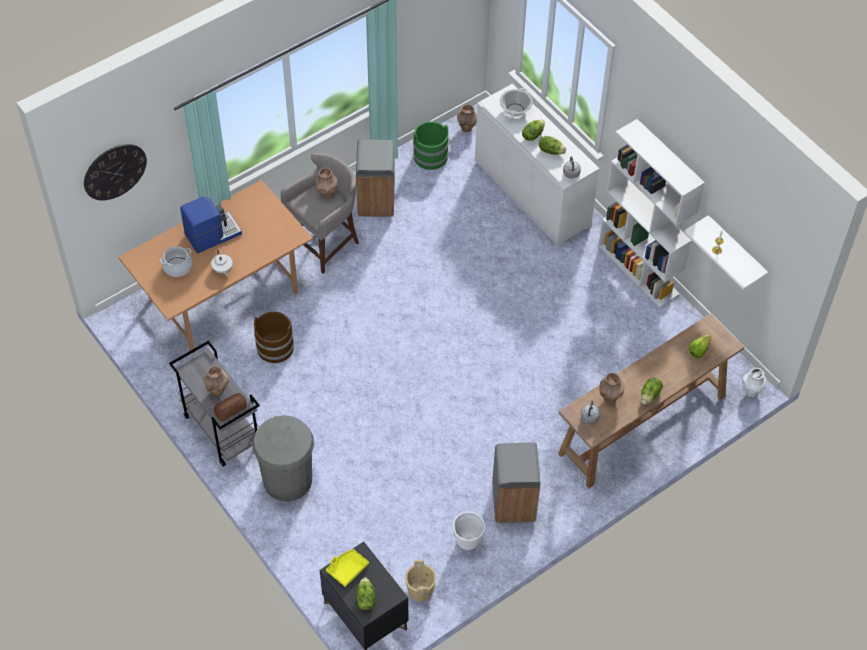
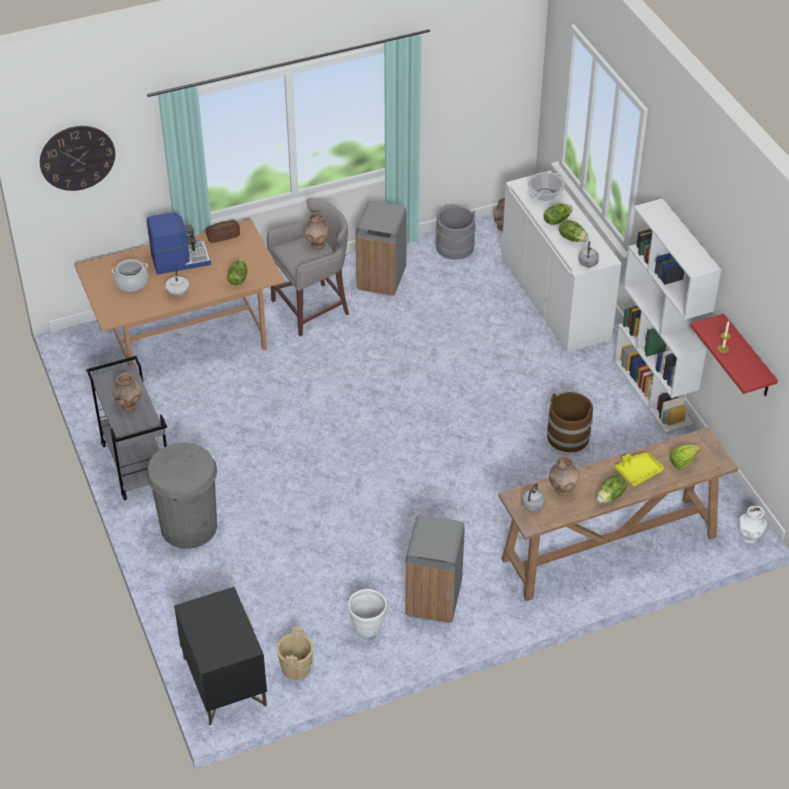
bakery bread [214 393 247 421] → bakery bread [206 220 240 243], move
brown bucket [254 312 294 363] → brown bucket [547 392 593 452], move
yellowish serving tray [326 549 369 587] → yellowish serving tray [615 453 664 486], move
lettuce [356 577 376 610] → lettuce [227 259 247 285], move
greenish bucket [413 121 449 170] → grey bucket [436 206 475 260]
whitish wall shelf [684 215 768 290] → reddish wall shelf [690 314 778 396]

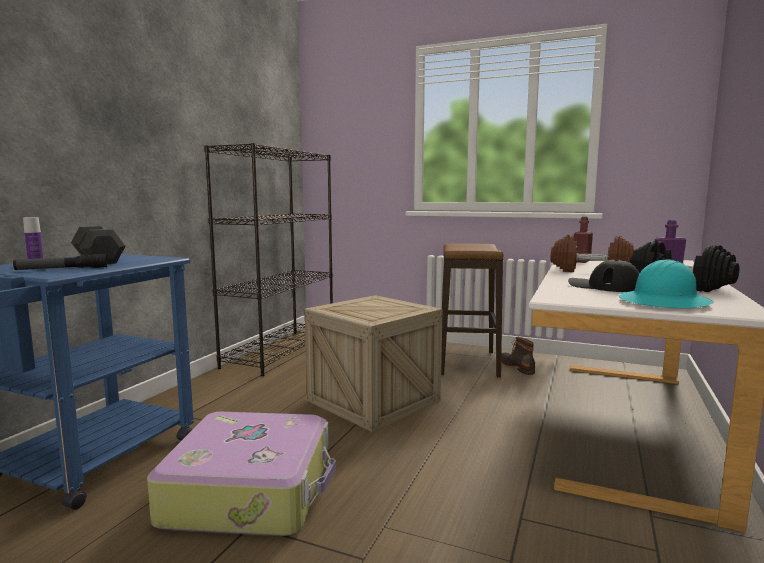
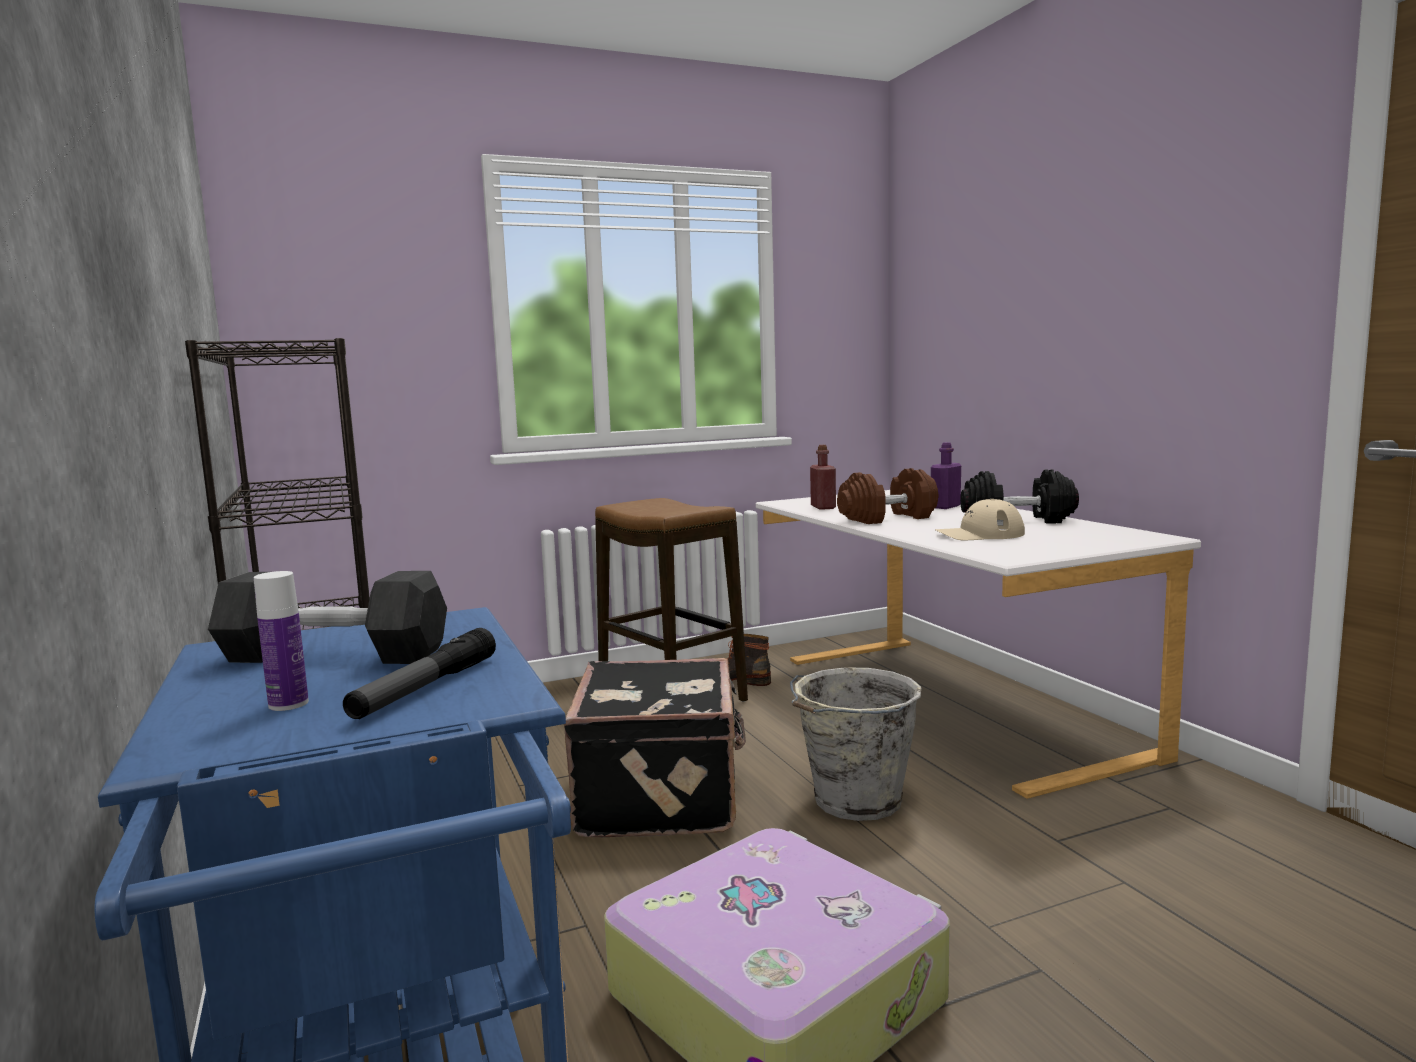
shipping crate [305 295 443 432] → blackish travel case [564 658 746 837]
blackish peaked cap [568 259 640 292] → beige-coloured peaked cap [935 499 1025 540]
turquoise safety helmet [619 259 713 308] → -
- → grey bucket [790 667 921 821]

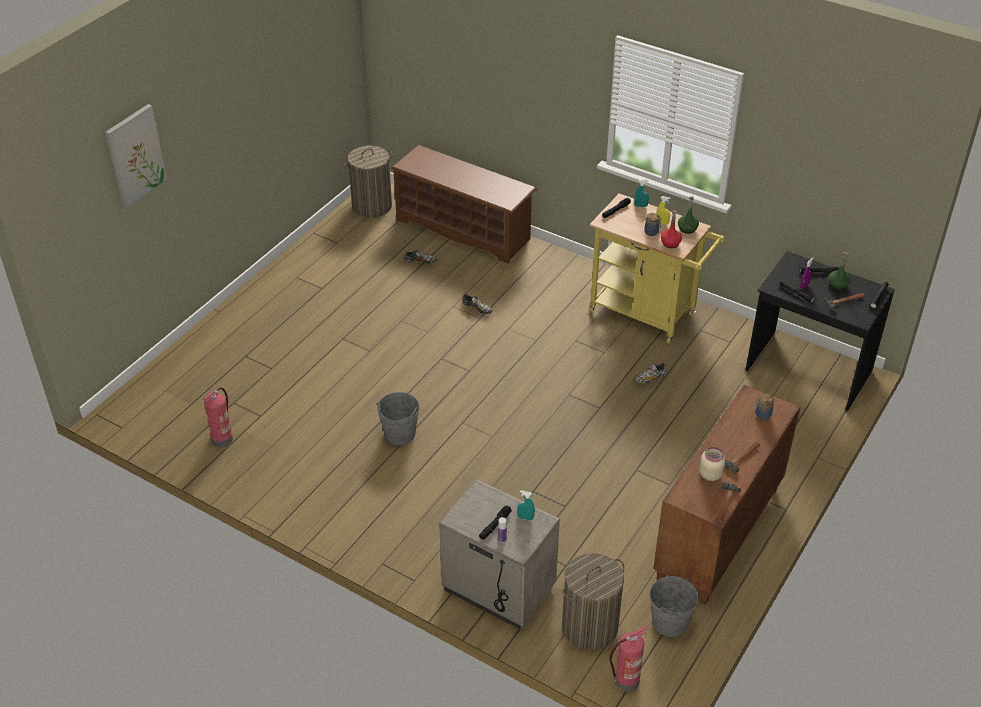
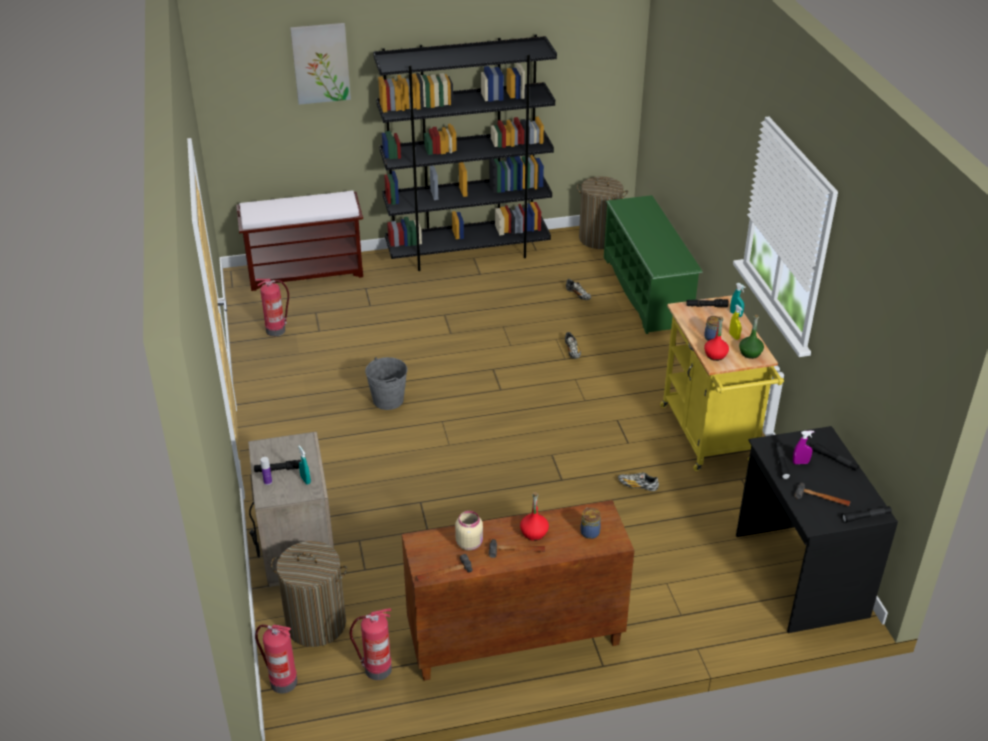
brown shoe shelf [391 145 537 264] → greenish shoe shelf [604 195 703 334]
grey bucket [650 576 699 637] → fire-fighting cylinder [350 608 392 680]
greenish drink bottle [828 252 850 290] → -
- → brown indoor bench [236 190 363 291]
- → blackish bookcase [373 35 557 271]
- → reddish drink bottle [520 492 549 541]

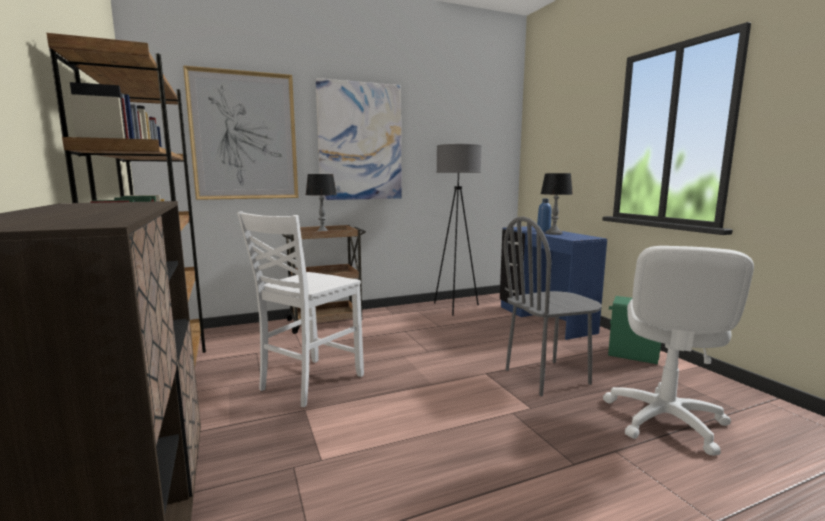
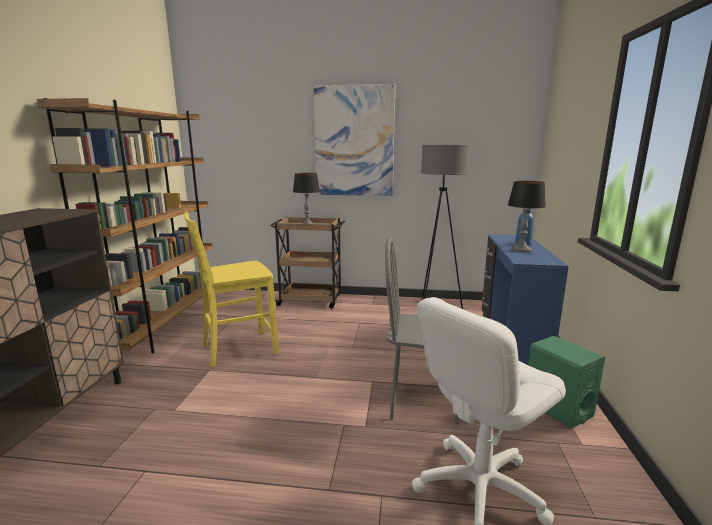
picture [183 65 298 200] → -
whitish upright chair [237 211 364 407] → yellowish upright chair [183 211 279 368]

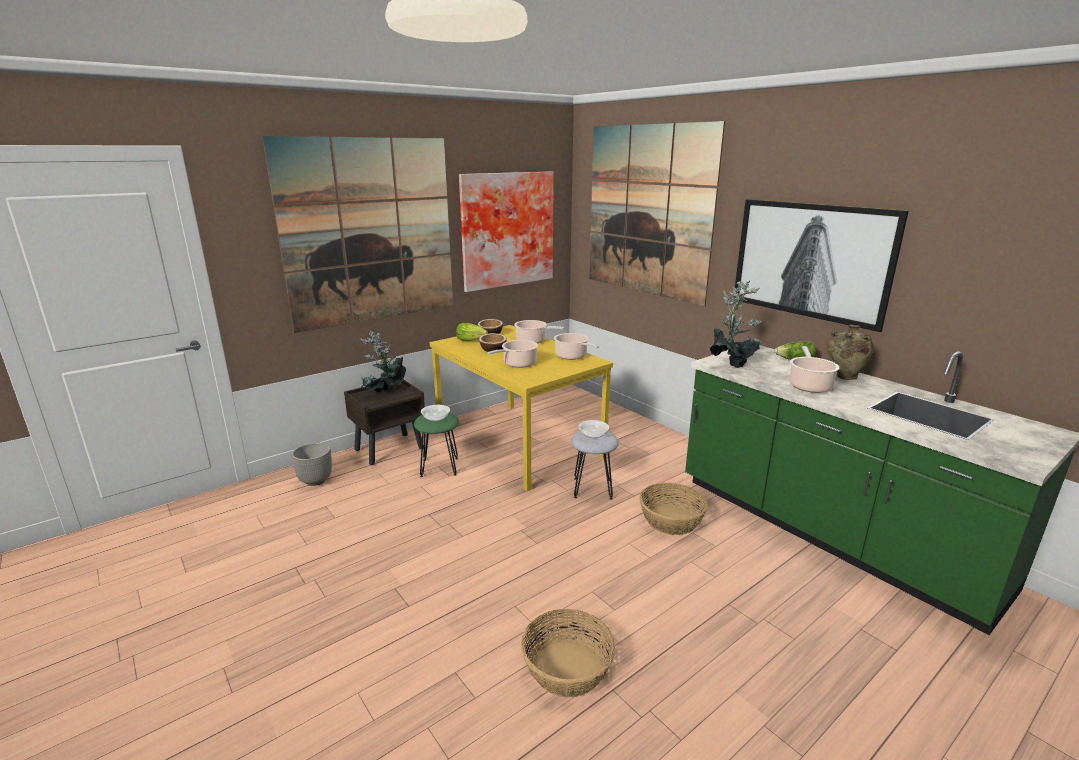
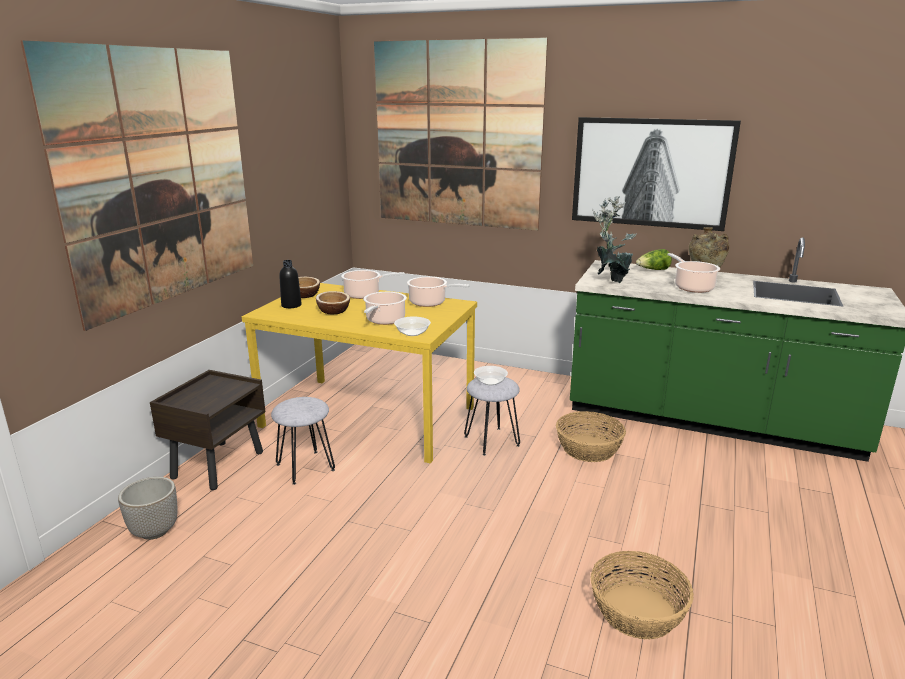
potted plant [360 331 406 392] → -
greenish sitting stool [414 413 459 477] → grey sitting stool [271 397 335 485]
bowl [421 405 450 421] → bowl [394 317 431 336], move
lettuce [456 323 488 341] → blackish drink bottle [279 260 302 308]
picture [459 171 554 292] → -

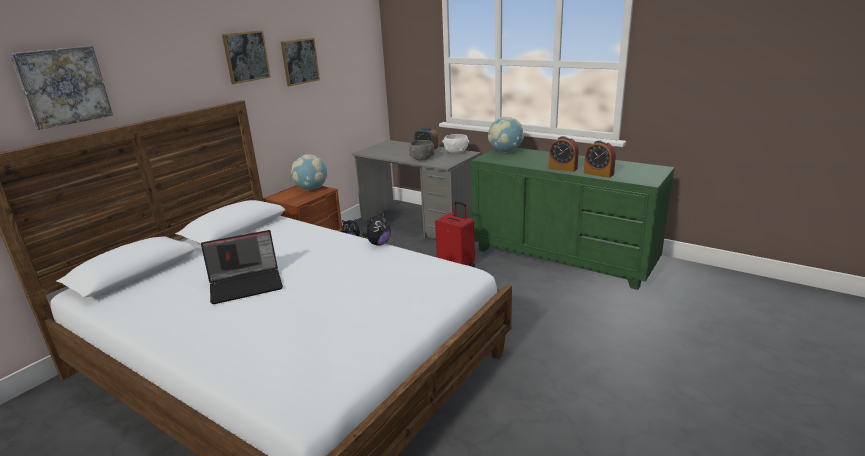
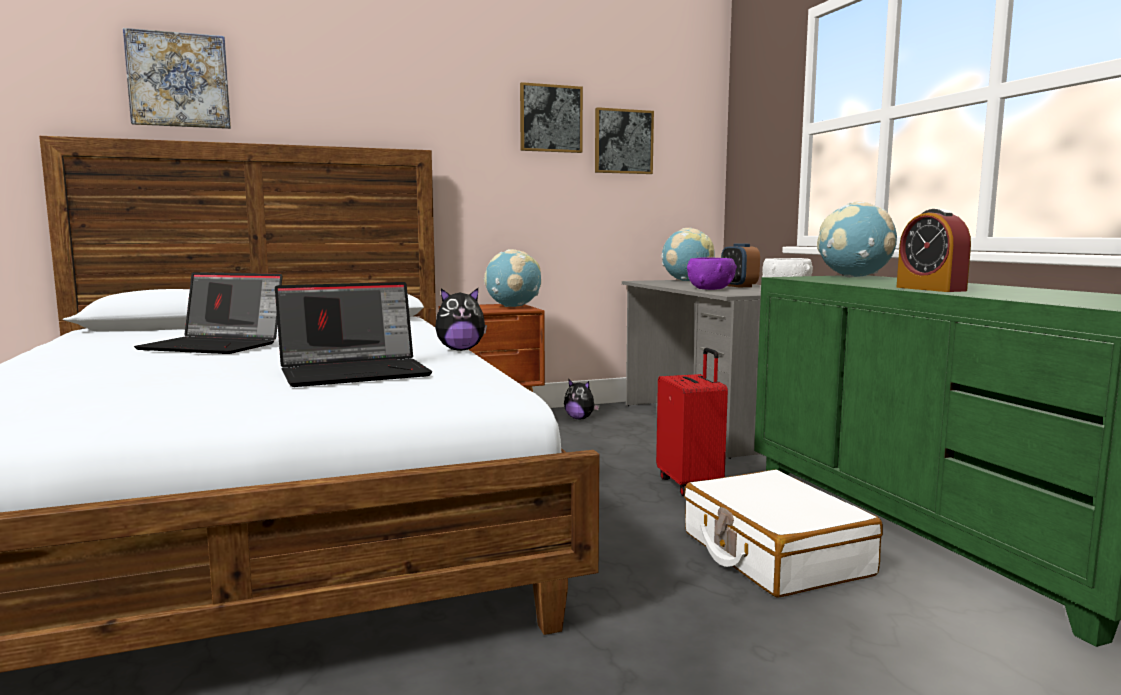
picture [222 30 271 84] → picture [595 107 654 174], move
grey bowl [409 140 434 160] → purple-coloured bowl [687 257 737 290]
table clock [584 140 616 178] → -
- → portable computer [275 282 433 387]
- → world globe [661 228 715 281]
- → whitish travel case [684 470 883 598]

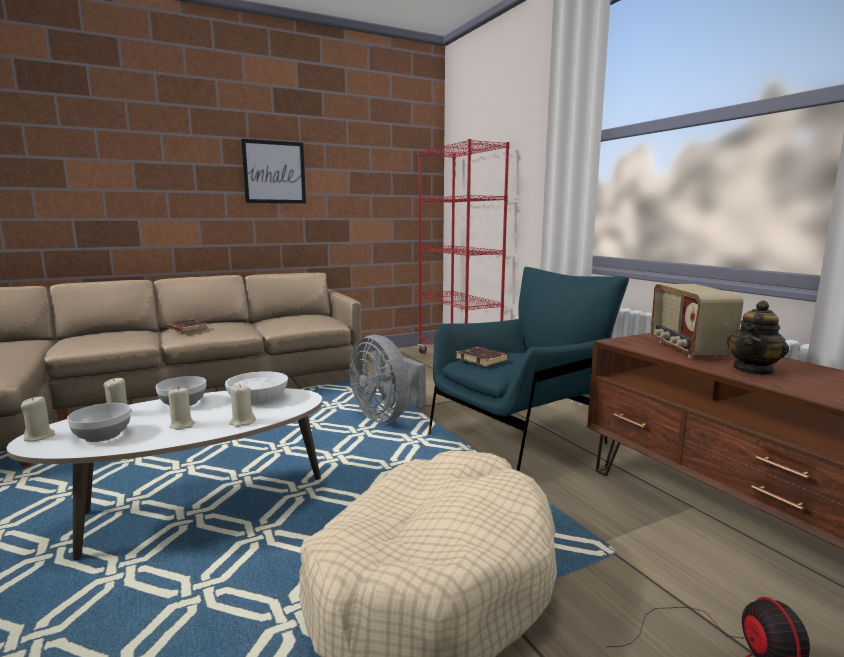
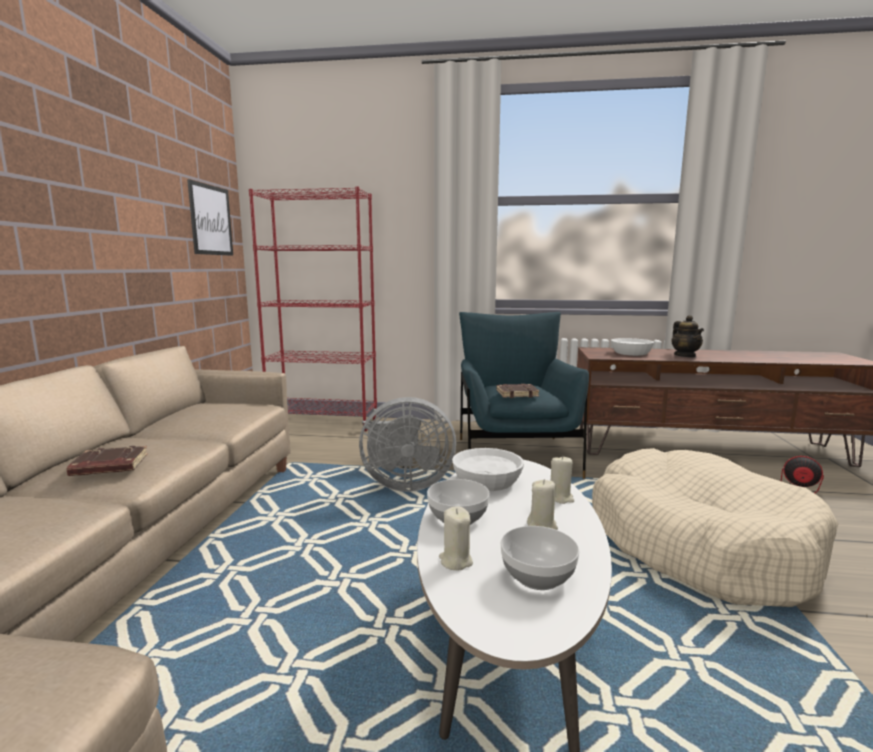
beige-coloured wax candle [21 396 55 442] → -
picture [241 139 306 204] → picture [187 179 233 256], move
radio receiver [651 284 744 358] → whitish bowl [611 338 654 356]

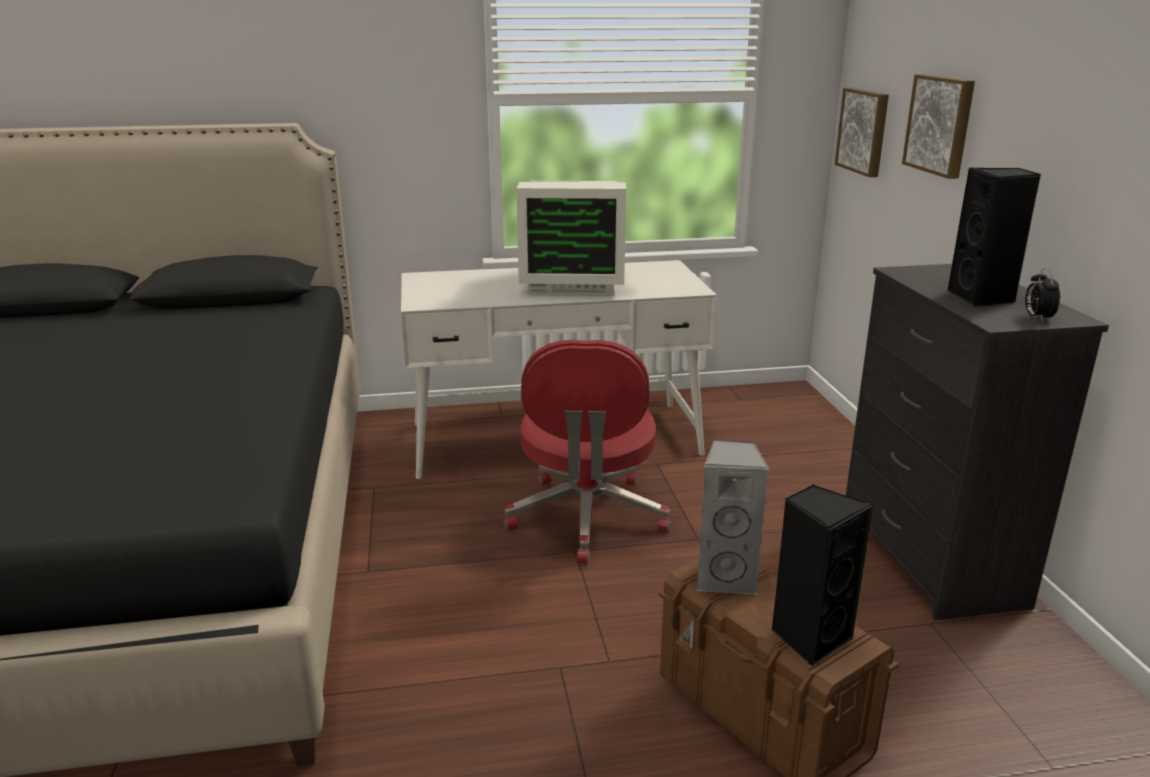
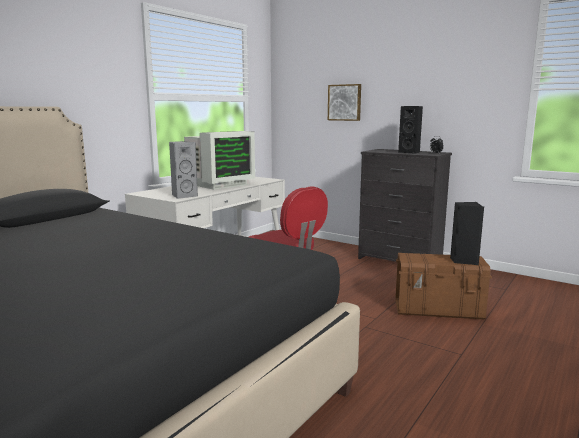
grey speaker [696 440 770 596] → grey speaker [169 141 198 199], move
picture [835 88 889 177] → -

